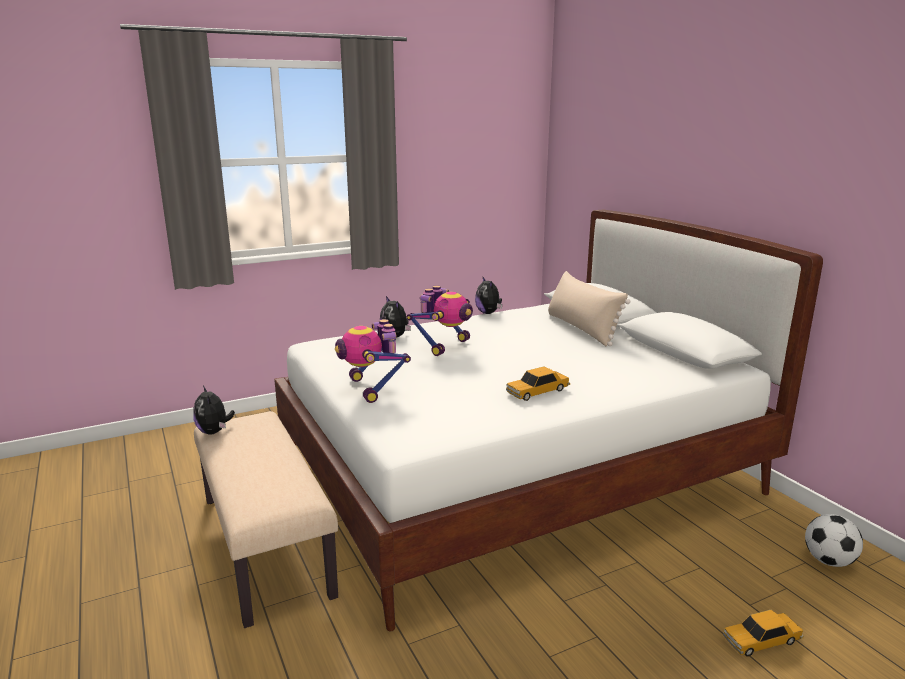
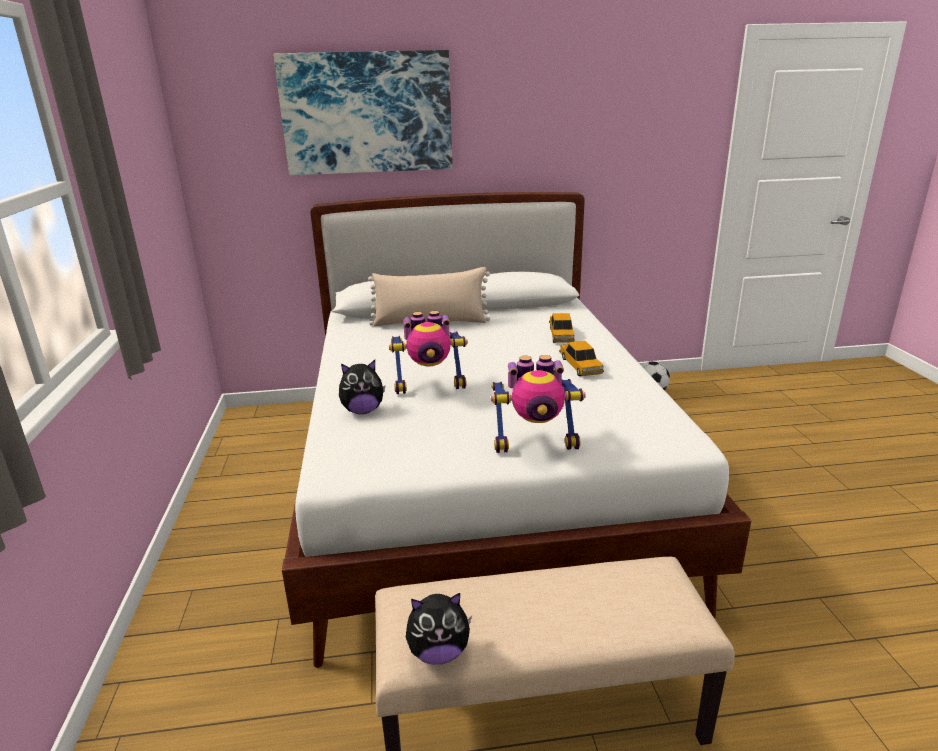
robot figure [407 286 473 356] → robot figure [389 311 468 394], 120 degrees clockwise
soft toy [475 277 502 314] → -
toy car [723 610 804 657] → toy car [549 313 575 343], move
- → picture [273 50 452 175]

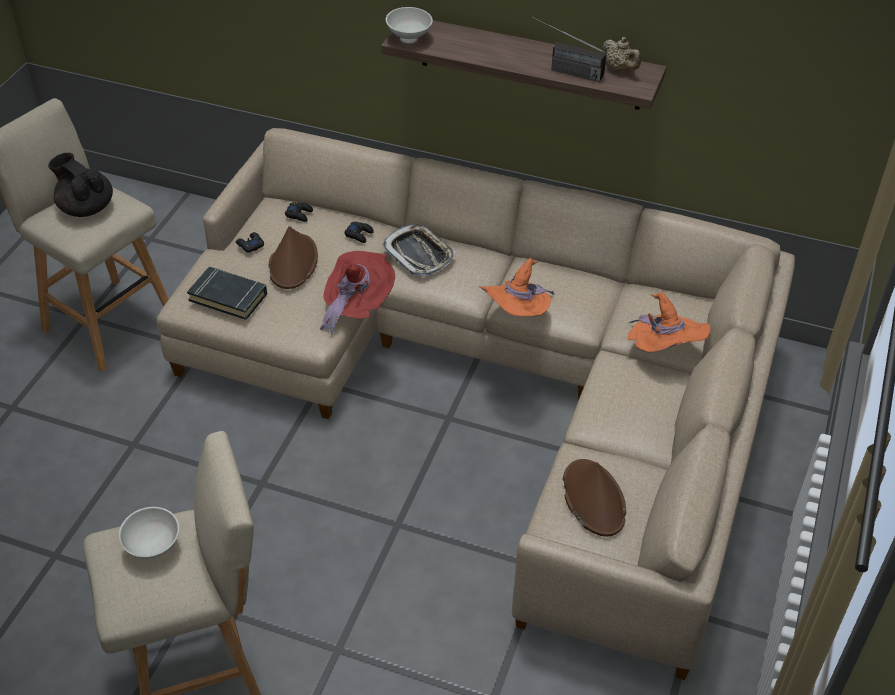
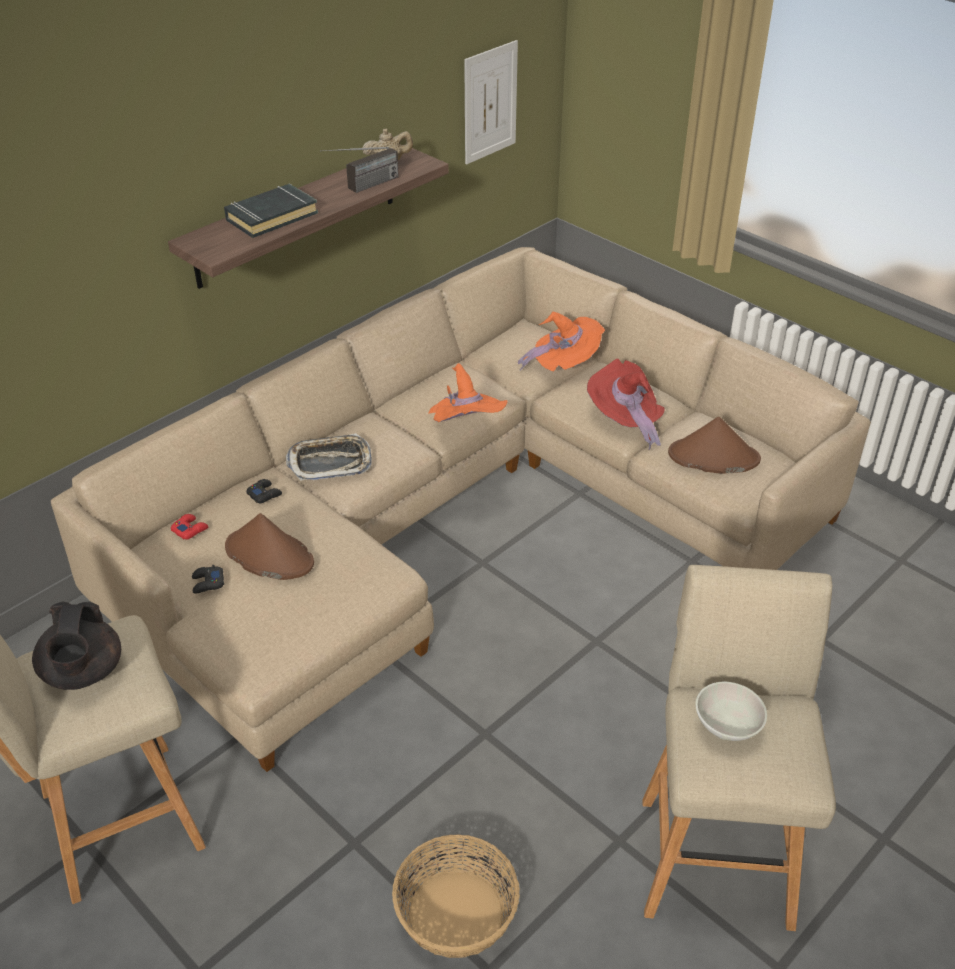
blackish teapot [48 153 113 217] → blackish teapot [32 601 121 690], 75 degrees counterclockwise
blackish bound book [187 267 267 320] → blackish bound book [224 184 318 238], move
blackish game controller [285 202 313 222] → reddish game controller [171 514 208 540]
reddish clothing hat [320 251 395 335] → reddish clothing hat [587 358 664 450], move
whitish bowl [386 7 433 43] → -
- → basket [392 834 520 958]
- → picture [464 40 518 164]

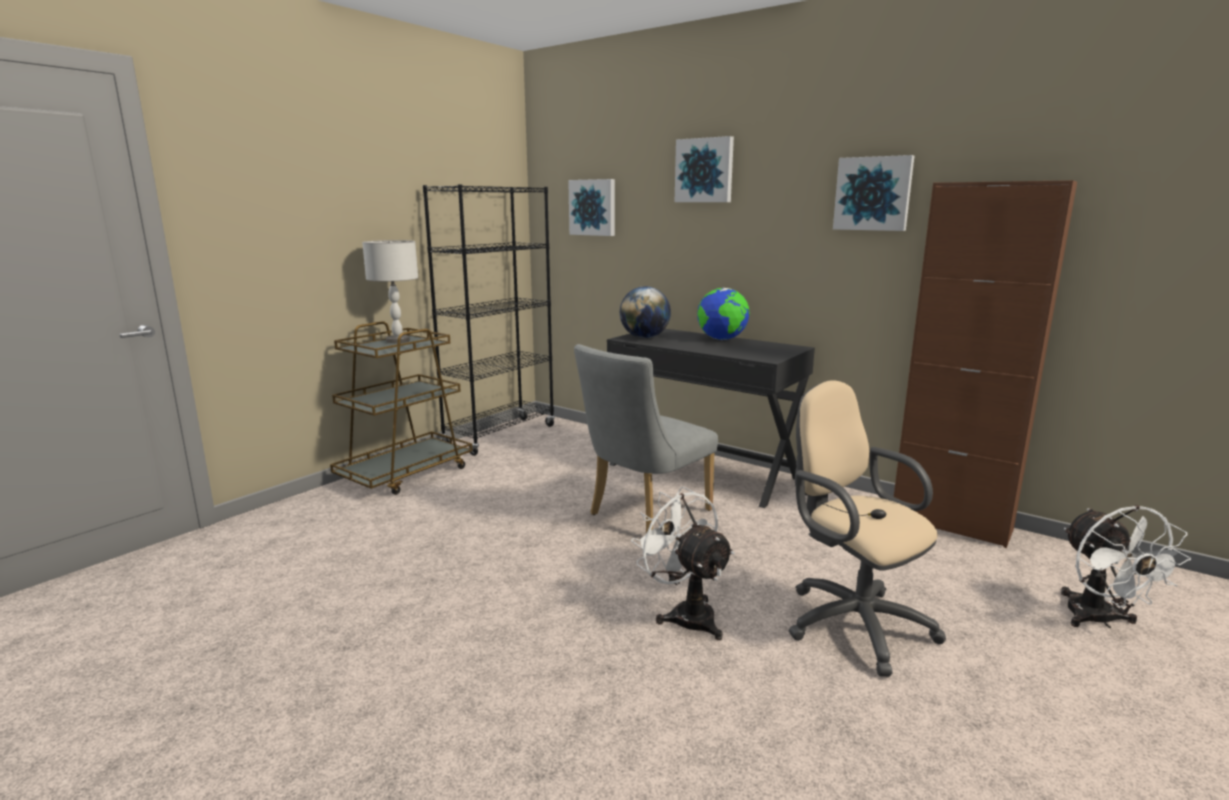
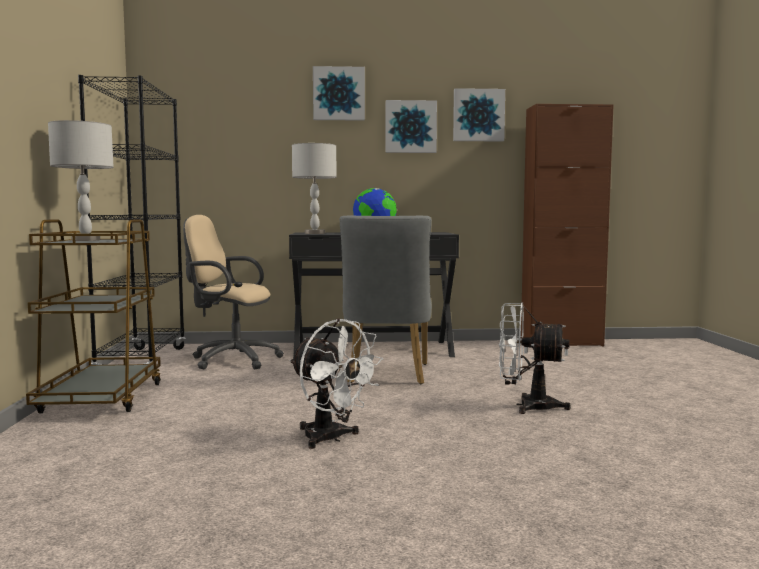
picture [568 179 615 236] → picture [386 100 437 153], move
world globe [620 286 671 338] → grey table lamp [292 143 337 234]
beige-coloured office chair [788 380 946 677] → beige-coloured office chair [183 215 284 369], move
whitish cooling fan [1061 505 1191 628] → whitish cooling fan [290 318 383 449], move

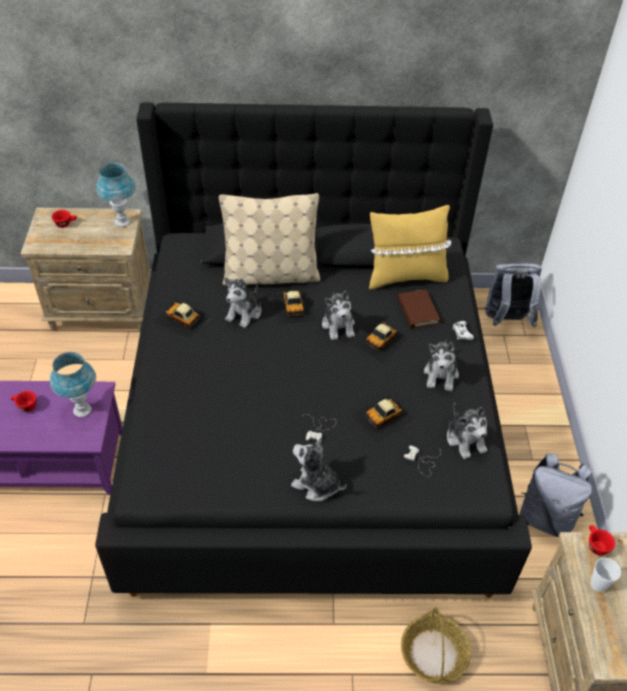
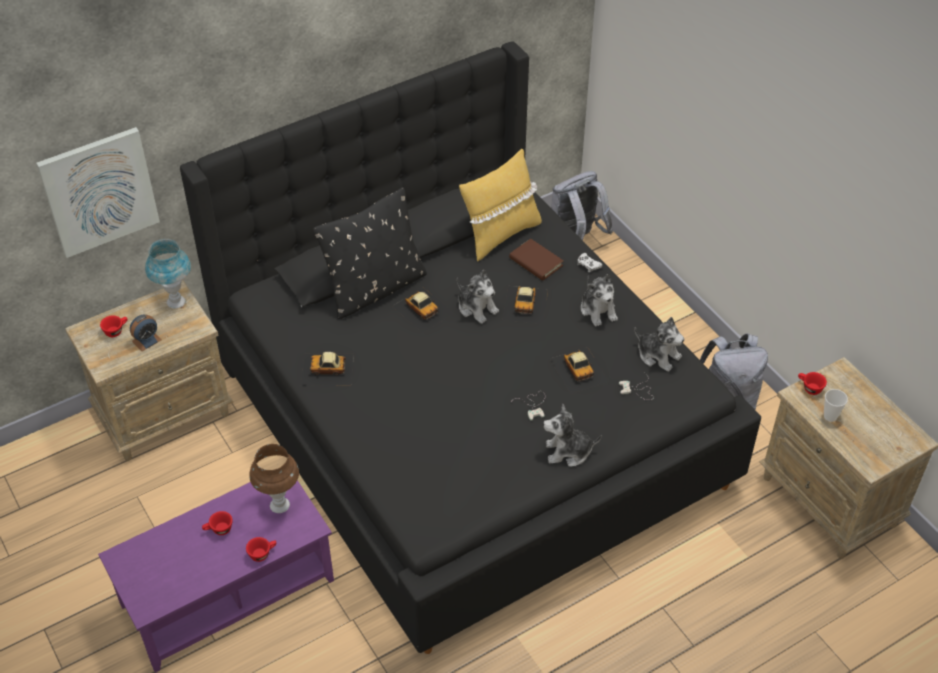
blue-coloured table lamp [50 352 96 417] → brown table lamp [249 444 299 513]
beige-coloured cushion [219 193 320 286] → blackish cushion [313 187 427 319]
soft toy [225 278 261 328] → -
toy car [351 393 416 443] → toy car [550 347 609 394], 45 degrees counterclockwise
basket [401 607 471 684] → -
- → picture [36 127 160 258]
- → table clock [130 315 162 351]
- → reddish cup [246 537 276 562]

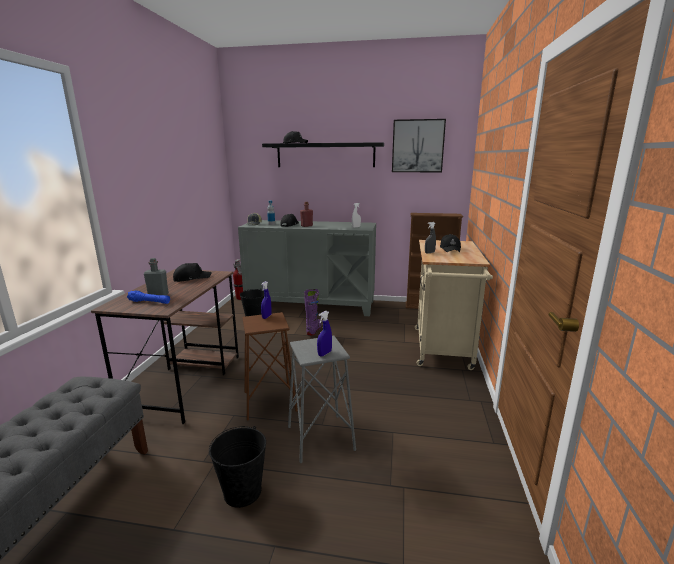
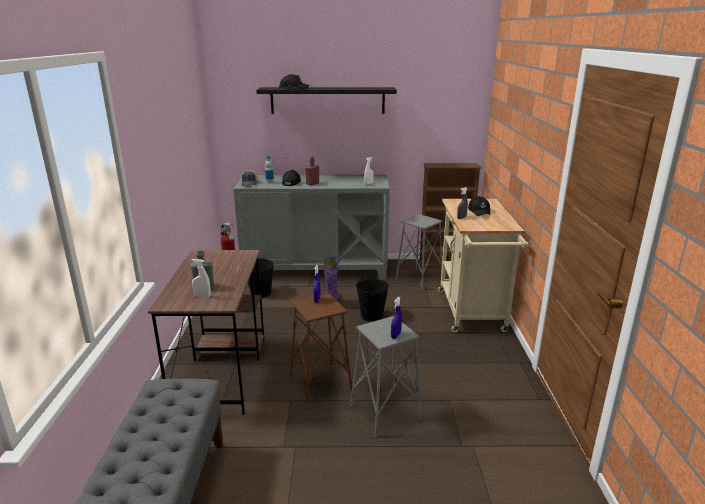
blue-coloured flashlight [127 290 170 304] → whitish spray bottle [191 259 211 298]
blackish peaked cap [173 263 212 282] → -
blackish bucket [209 426 266 508] → blackish bucket [356 277 389 322], move
picture [392 119 446 172] → -
- → grey sitting stool [395 214 442 289]

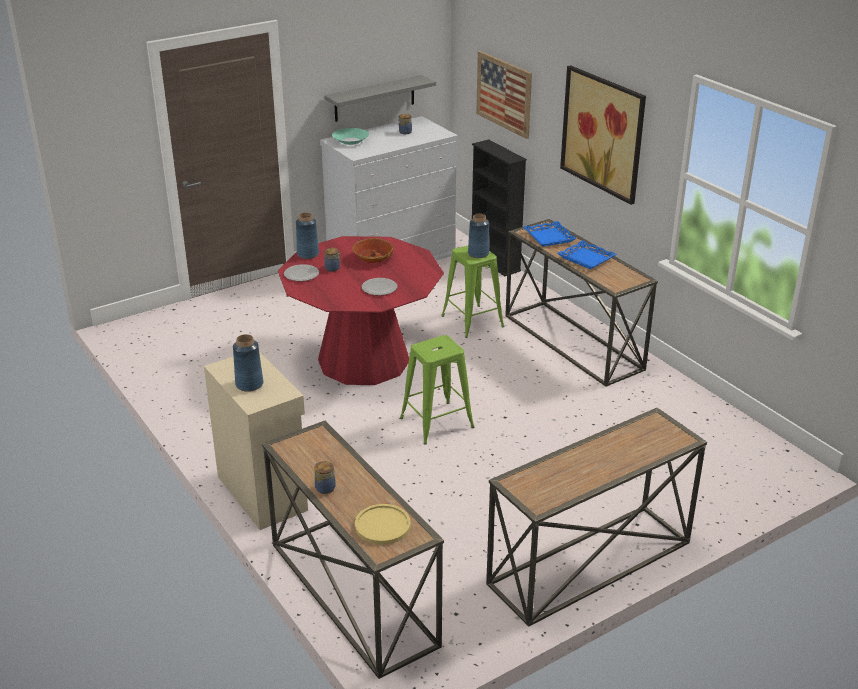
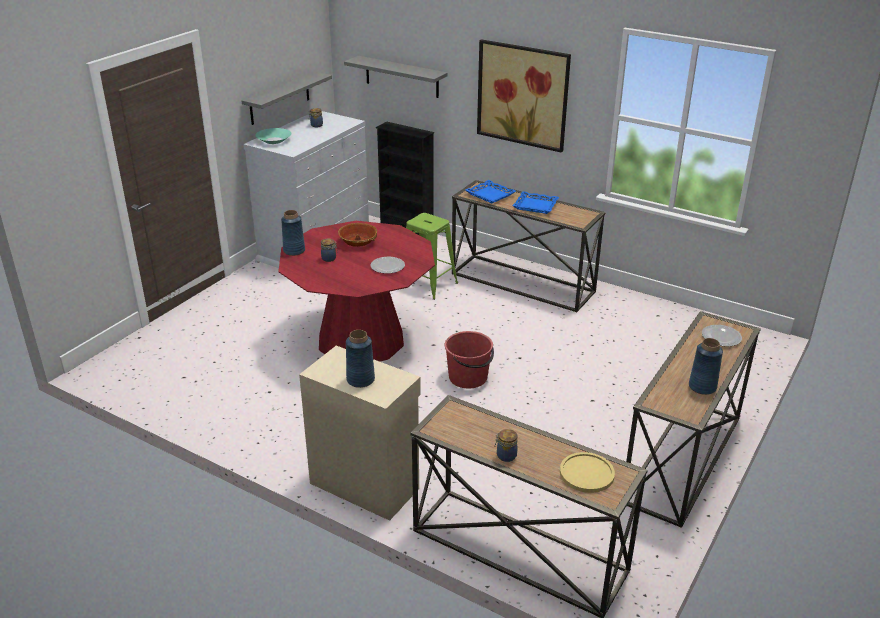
dinner plate [284 264 319 281] → dinner plate [702 325 742 347], move
greenish sitting stool [400 335 474 445] → reddish bucket [444 331 494 388]
blue-coloured vase [468 214 489 258] → blue-coloured vase [689 338 723 395], move
picture [476 51 532 139] → grey wall shelf [344 56 447 98]

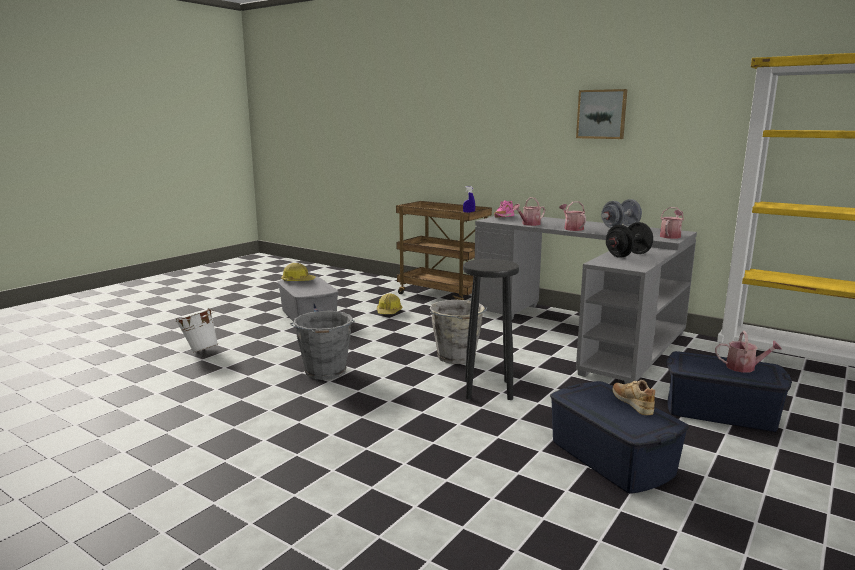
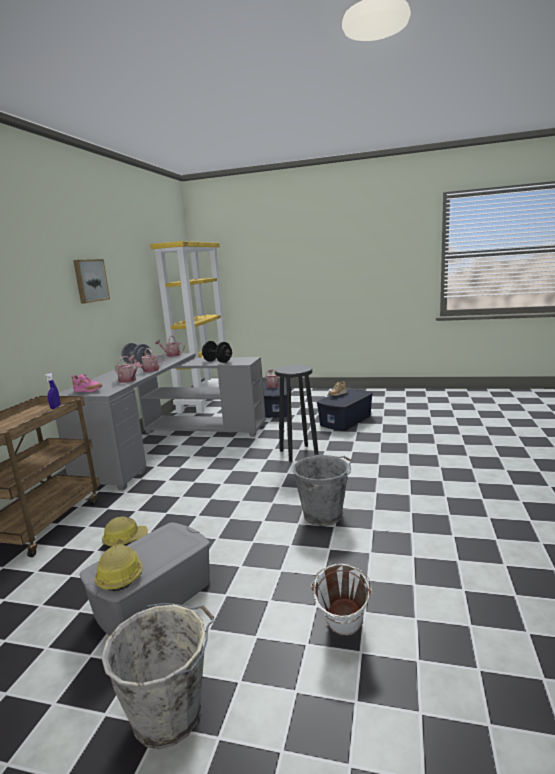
grey bucket [429 300 487 364] → grey bucket [101 603 214 749], move

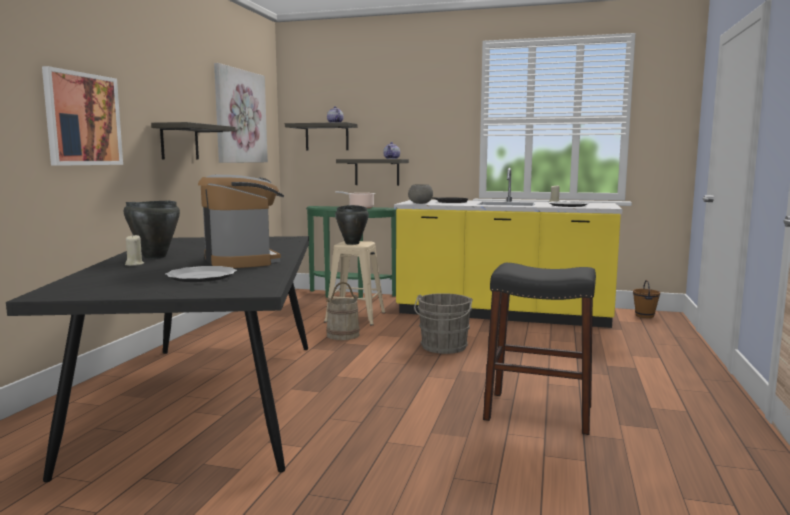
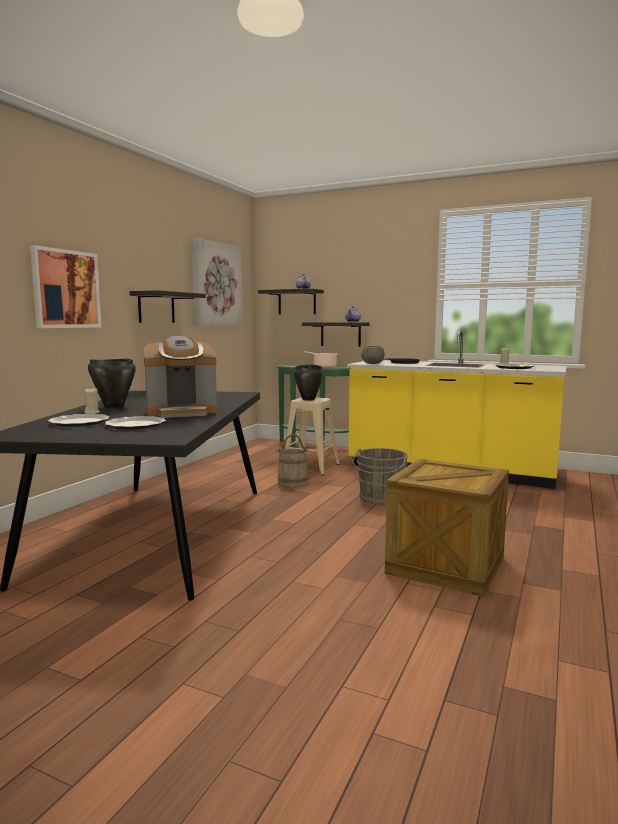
coffee machine [198 175 284 268] → coffee machine [144 336 218 418], 90 degrees clockwise
blackish sitting stool [483 263 596 435] → shipping crate [385 459 509 597]
brown bucket [633 280 660 318] → -
- → dinner plate [48 414 110 427]

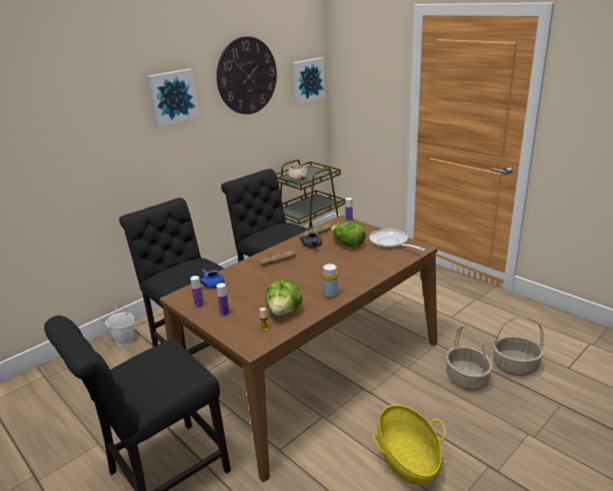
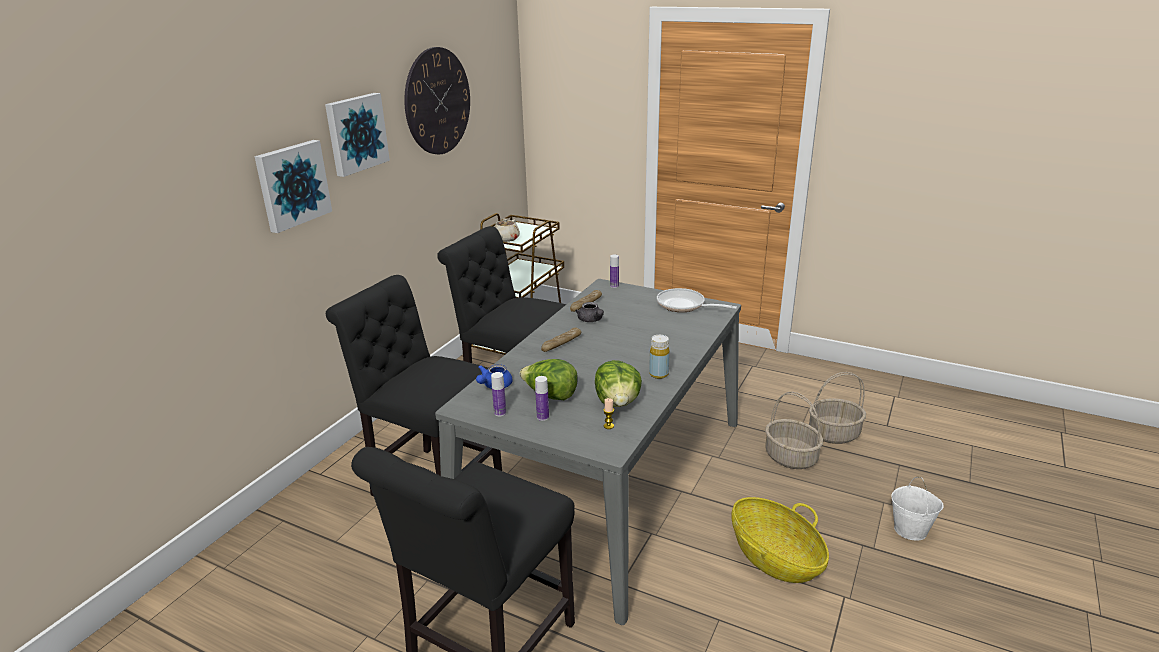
whitish bucket [105 306 134 345] → whitish bucket [891 477 943 541], move
brown dining table [160 215 437 482] → grey dining table [435 279 741 625]
picture [292 57 326 104] → picture [255 140 332 233], move
lettuce [331 221 366 248] → lettuce [519 359 578 400], move

